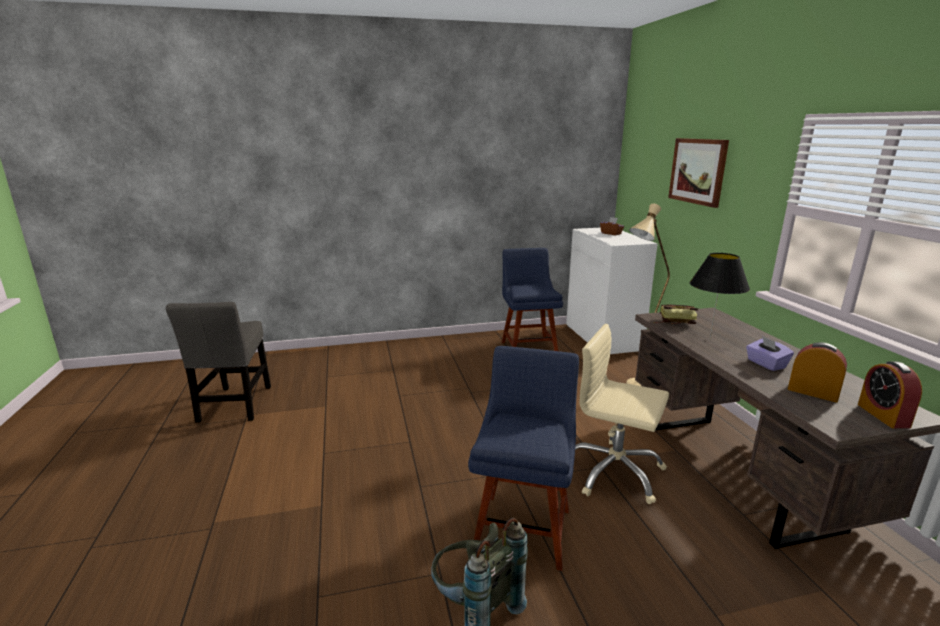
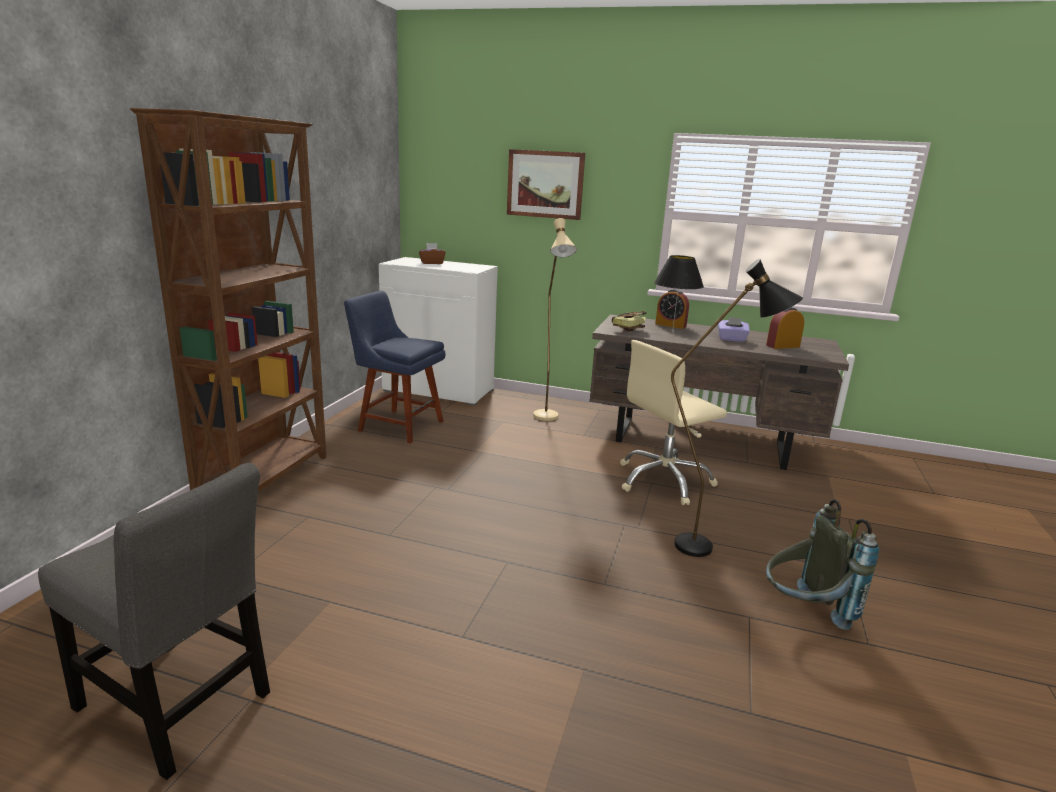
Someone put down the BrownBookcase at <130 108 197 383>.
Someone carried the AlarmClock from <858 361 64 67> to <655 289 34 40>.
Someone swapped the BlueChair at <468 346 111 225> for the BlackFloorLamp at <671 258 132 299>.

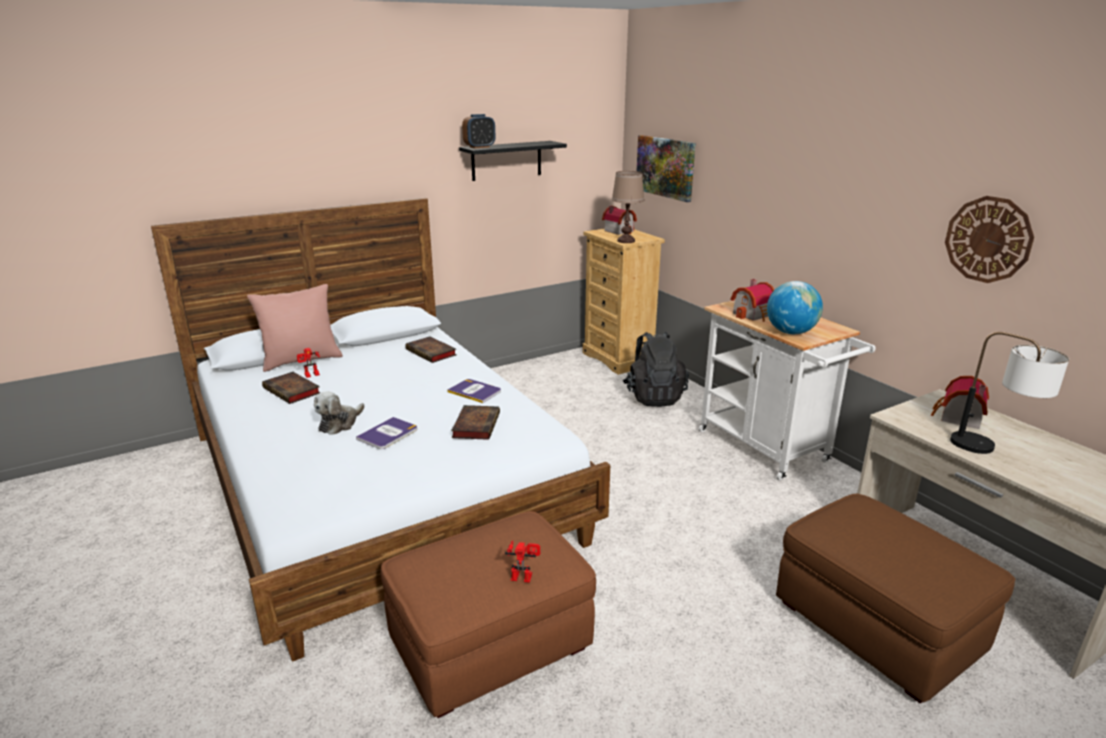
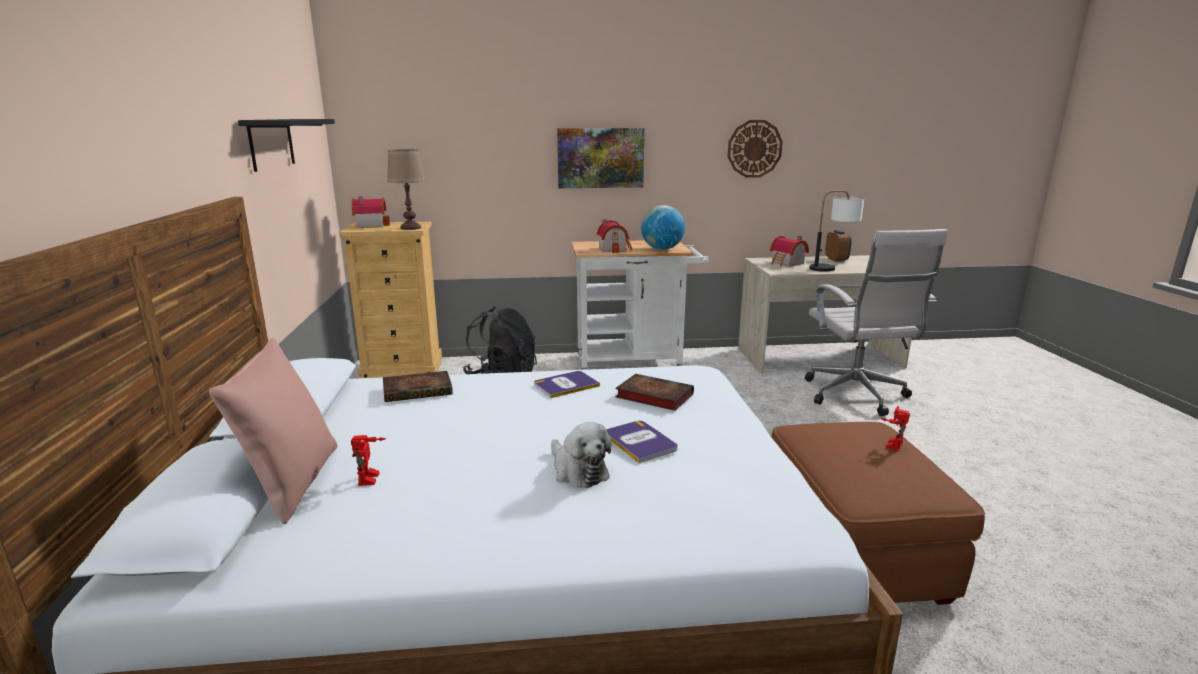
Someone carried the Picture from <637 135 59 67> to <557 128 88 60>.
Someone swapped the BrownOttoman at <776 494 239 209> for the WhiteOfficeChair at <805 229 143 187>.
Someone carried the AlarmClock from <462 114 33 34> to <825 230 27 32>.
Someone took away the Book at <262 372 58 32>.

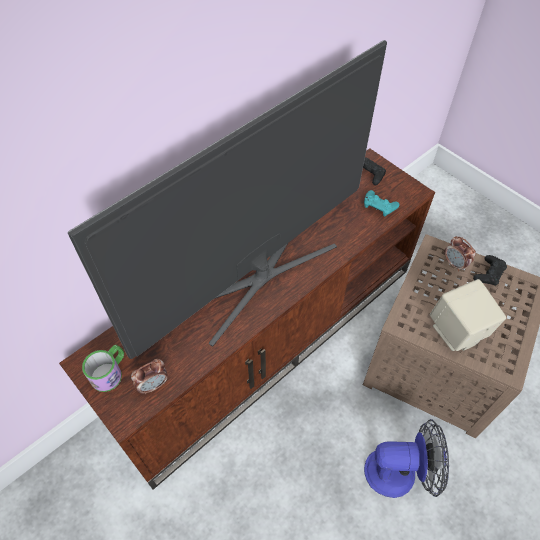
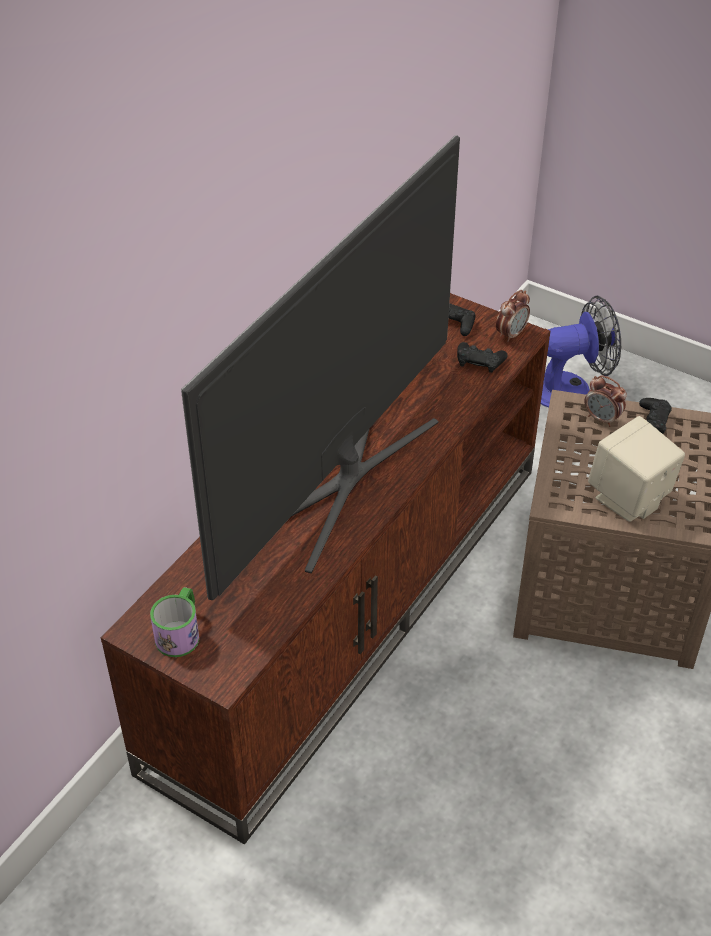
Someone repainted the TurquoiseGameController at <364 190 36 27>, which became the BlackGameController at <457 342 51 31>.
Someone carried the AlarmClock from <131 359 37 35> to <496 290 34 52>.
Someone carried the Fan from <364 419 85 79> to <541 296 80 111>.

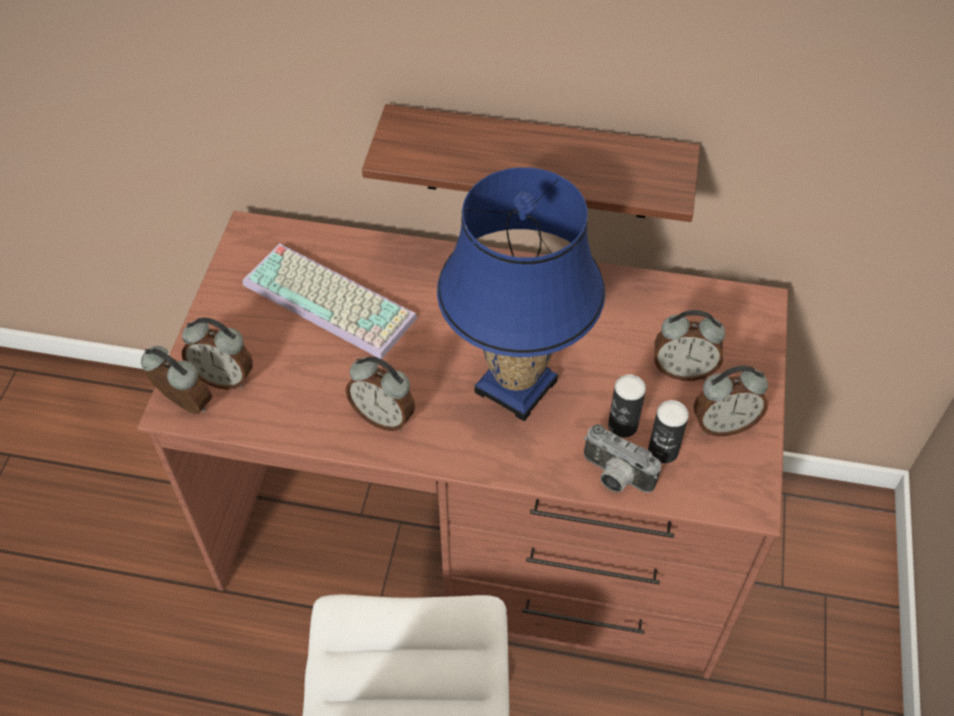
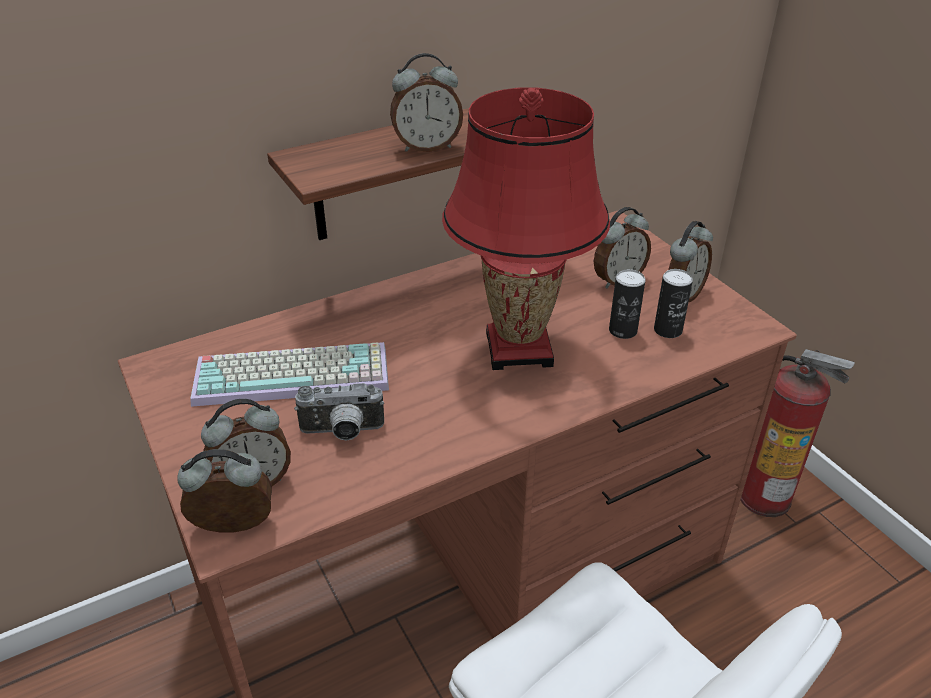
Someone carried the PhotoCamera from <584 424 77 69> to <294 383 90 58>.
Someone carried the AlarmClock from <345 356 70 75> to <390 53 73 99>.
Someone repainted the BlueTableLamp at <437 167 168 254>, which became the RedTableLamp at <442 88 168 282>.
Someone put down the FireExtinguisher at <740 349 115 168>.

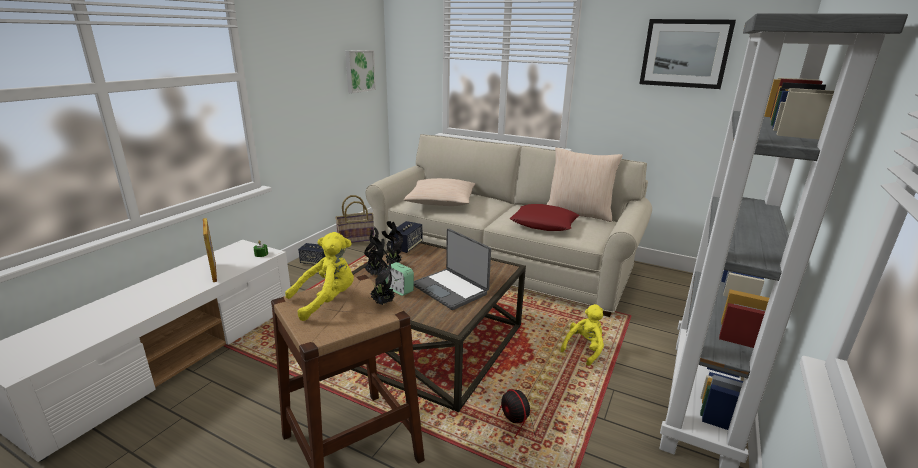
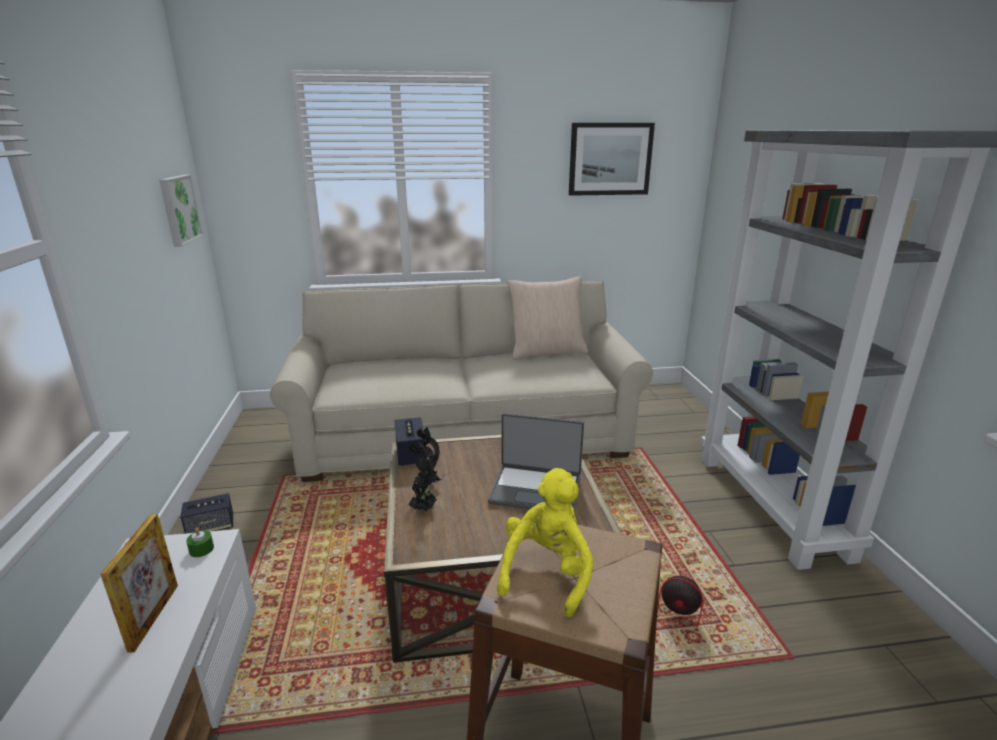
Someone rotated the PictureFrame at <203 218 14 64> by 60 degrees clockwise.
Someone took away the Basket at <335 195 39 48>.
Someone took away the PottedPlant at <368 237 26 68>.
Someone took away the AlarmClock at <385 262 29 34>.
Someone took away the BeigePillow at <404 178 71 28>.
Someone took away the RedPillow at <510 204 69 27>.
Someone took away the YellowPlushToy at <561 304 43 62>.

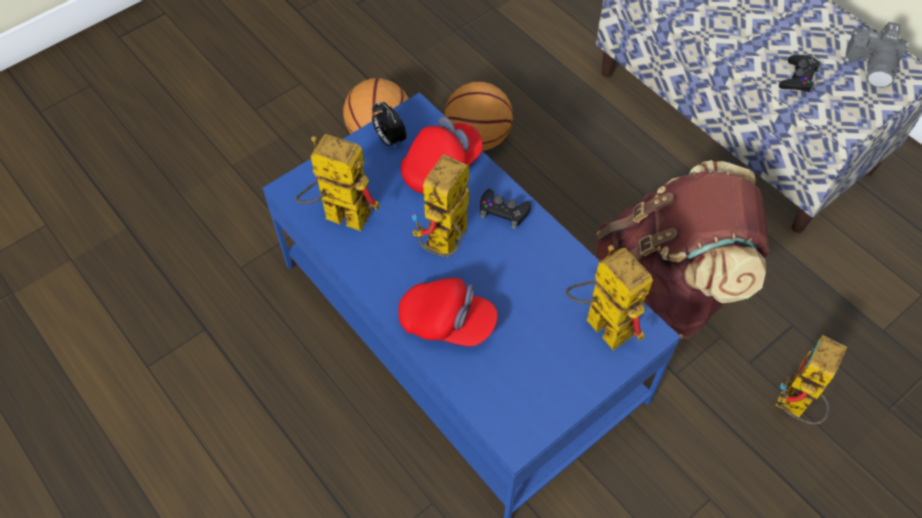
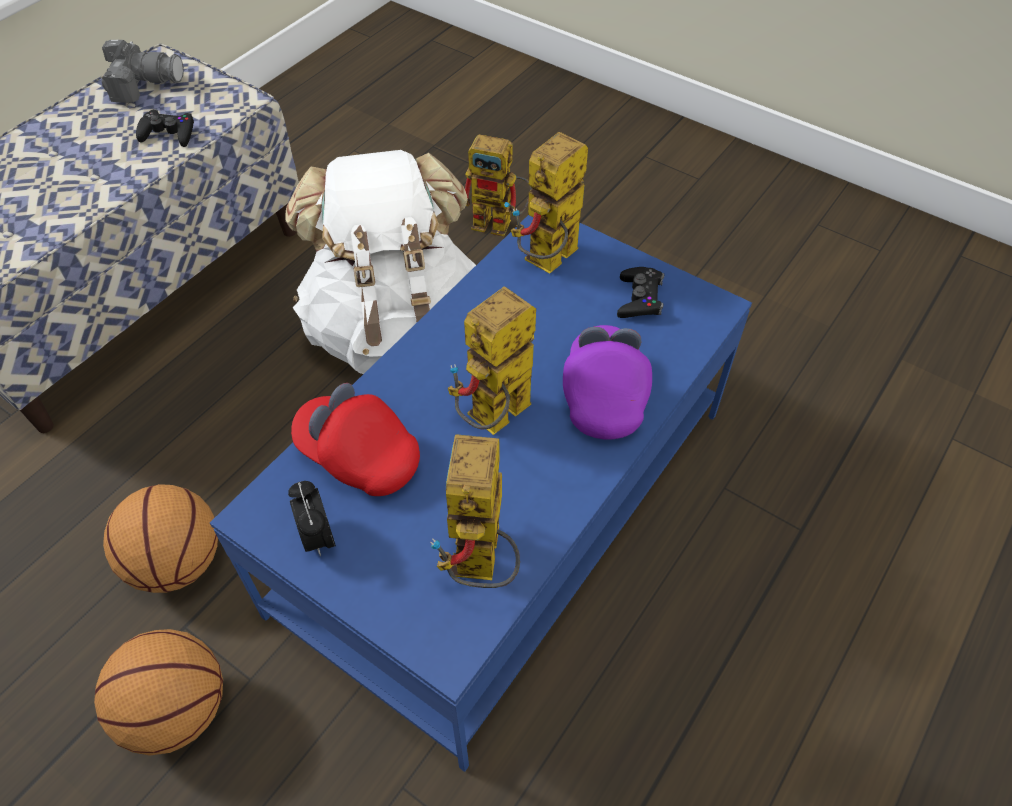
Someone repainted the BrownBackpack at <595 160 174 180>, which became the WhiteBackpack at <285 150 191 224>.
Someone rotated the AlarmClock at <372 102 35 46> by 120 degrees clockwise.
Someone rotated the ToyRobot at <412 154 57 103> by 120 degrees clockwise.
Someone repainted the RedCap at <398 278 100 68>, which became the PurpleCap at <563 325 89 115>.
Someone carried the BlackGameController from <480 189 51 40> to <617 267 47 51>.

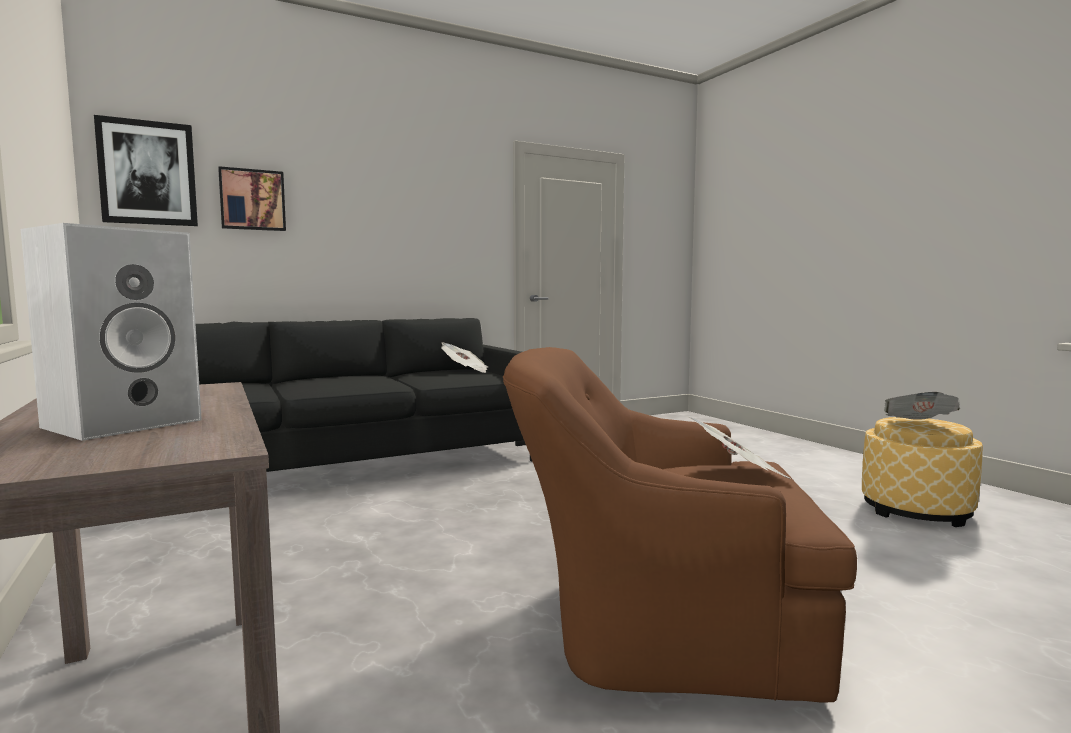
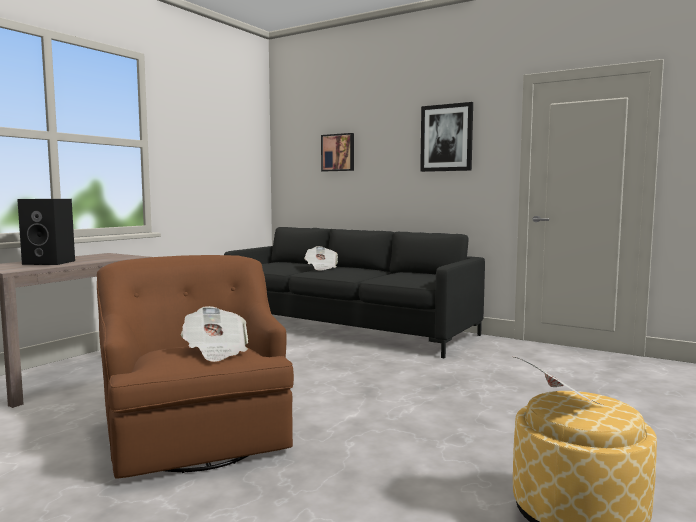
Someone repainted the WhiteSpeaker at <21 223 181 218>, which became the BlackSpeaker at <17 199 58 66>.
Someone carried the Newspaper from <441 342 47 31> to <304 246 34 25>.
Someone carried the Picture from <94 115 104 111> to <420 102 53 70>.

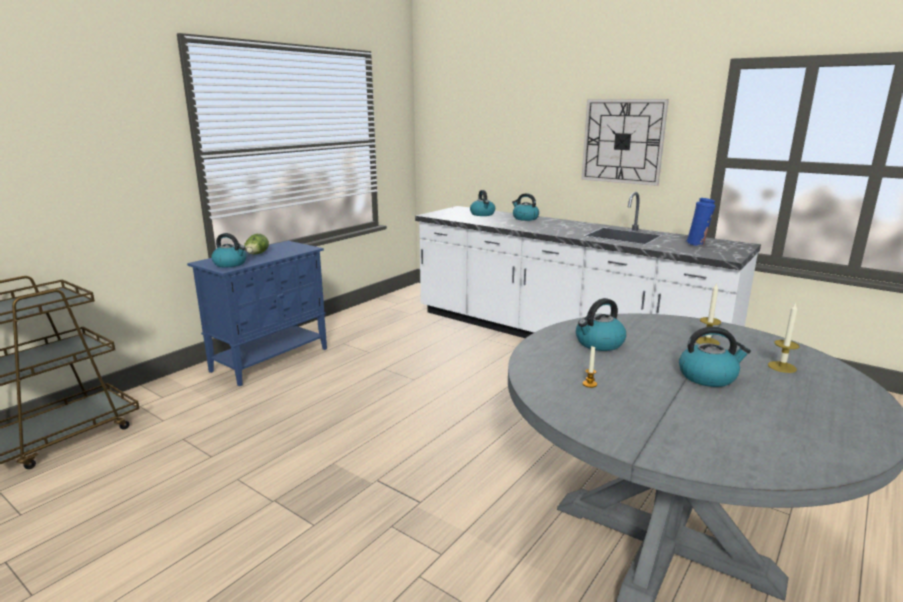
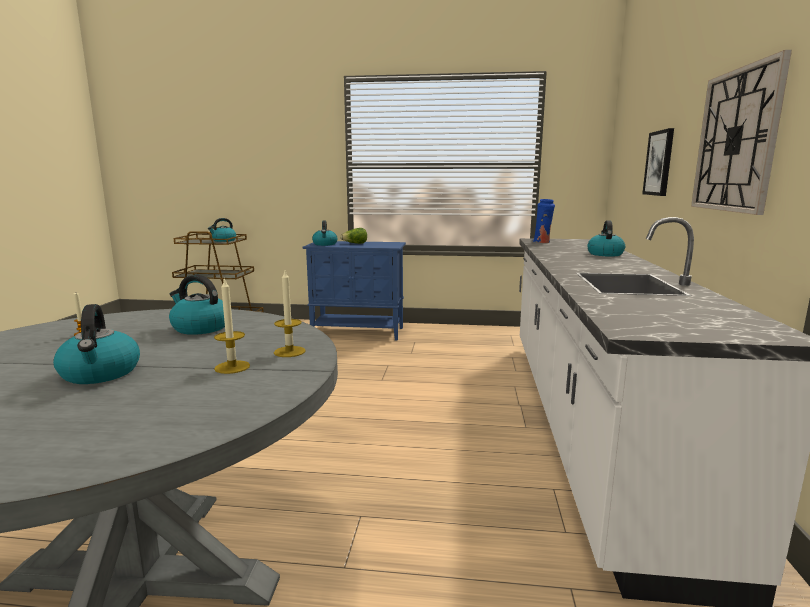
Someone carried the Kettle from <470 190 25 26> to <208 218 28 24>.
Someone carried the Candle from <768 302 31 71> to <274 271 32 86>.
Someone carried the BlueVase from <685 198 31 48> to <533 199 22 44>.
Someone put up the Picture at <642 128 32 68>.

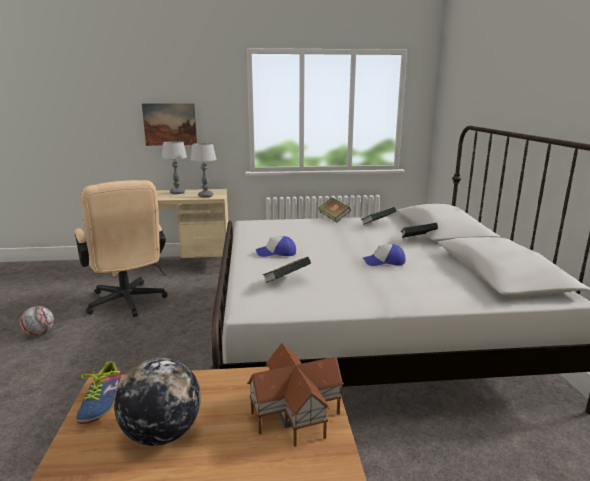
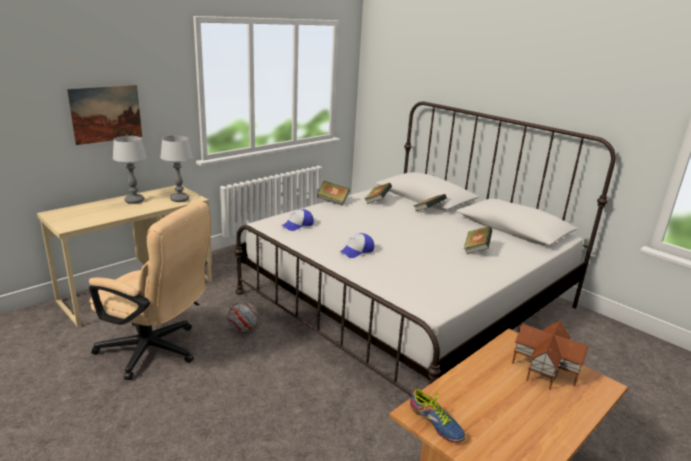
Someone carried the Football from <20 306 34 30> to <228 302 30 30>.
Someone carried the Cap from <363 244 43 22> to <281 209 33 22>.
Someone carried the Book from <263 257 48 26> to <464 226 28 28>.
Someone took away the Globe at <114 358 87 88>.

